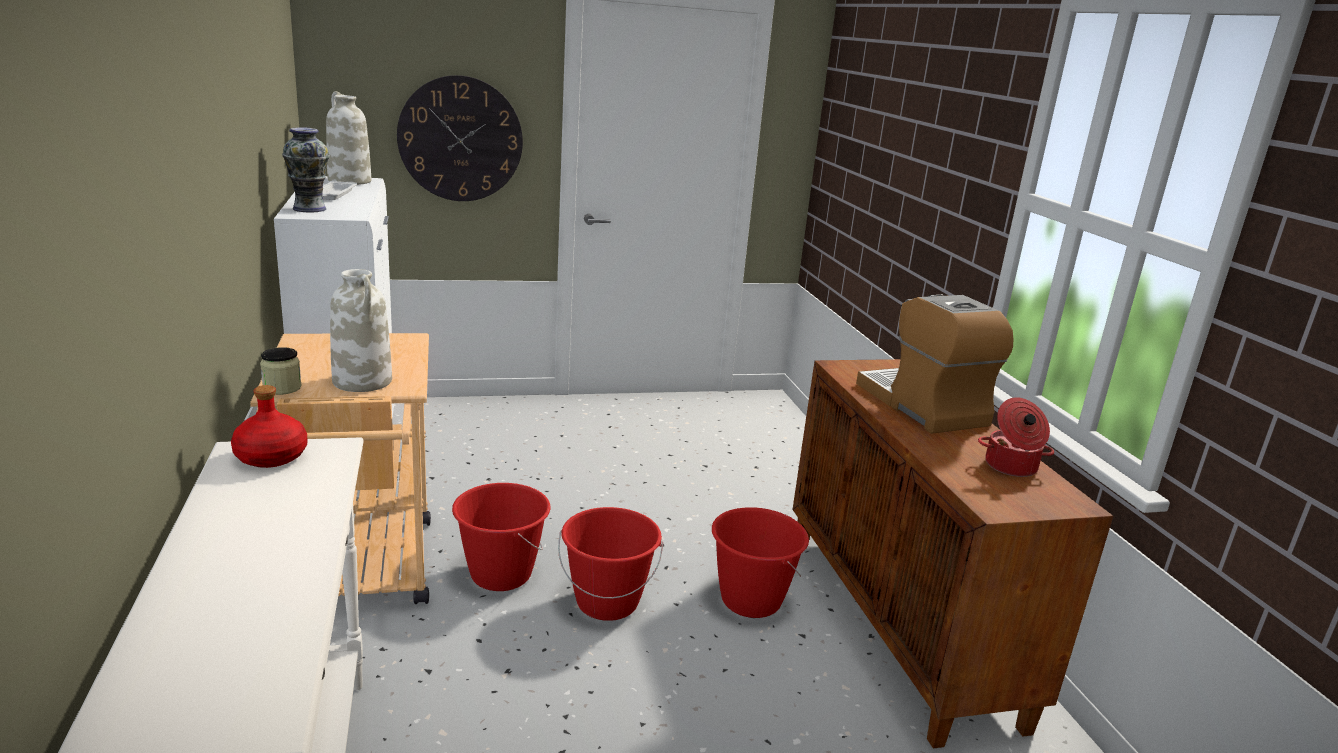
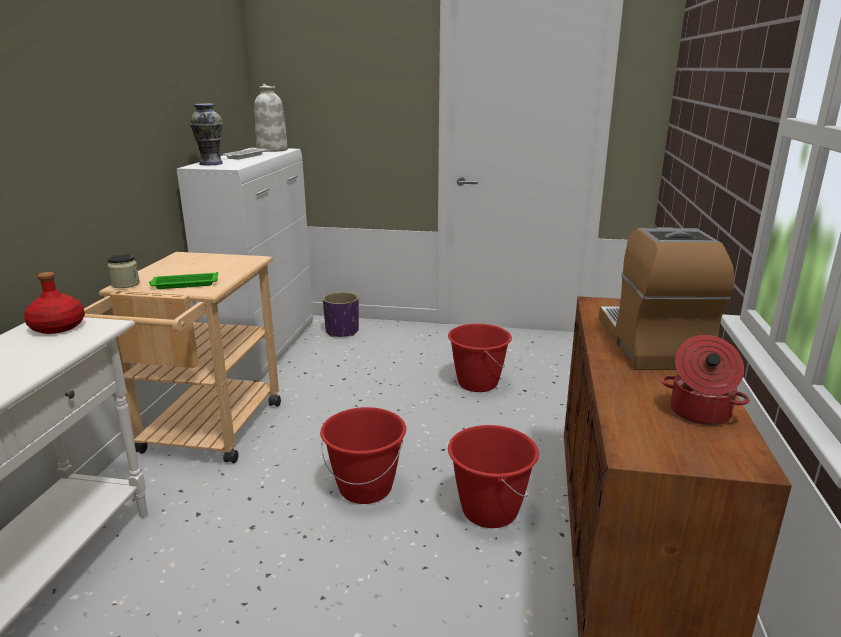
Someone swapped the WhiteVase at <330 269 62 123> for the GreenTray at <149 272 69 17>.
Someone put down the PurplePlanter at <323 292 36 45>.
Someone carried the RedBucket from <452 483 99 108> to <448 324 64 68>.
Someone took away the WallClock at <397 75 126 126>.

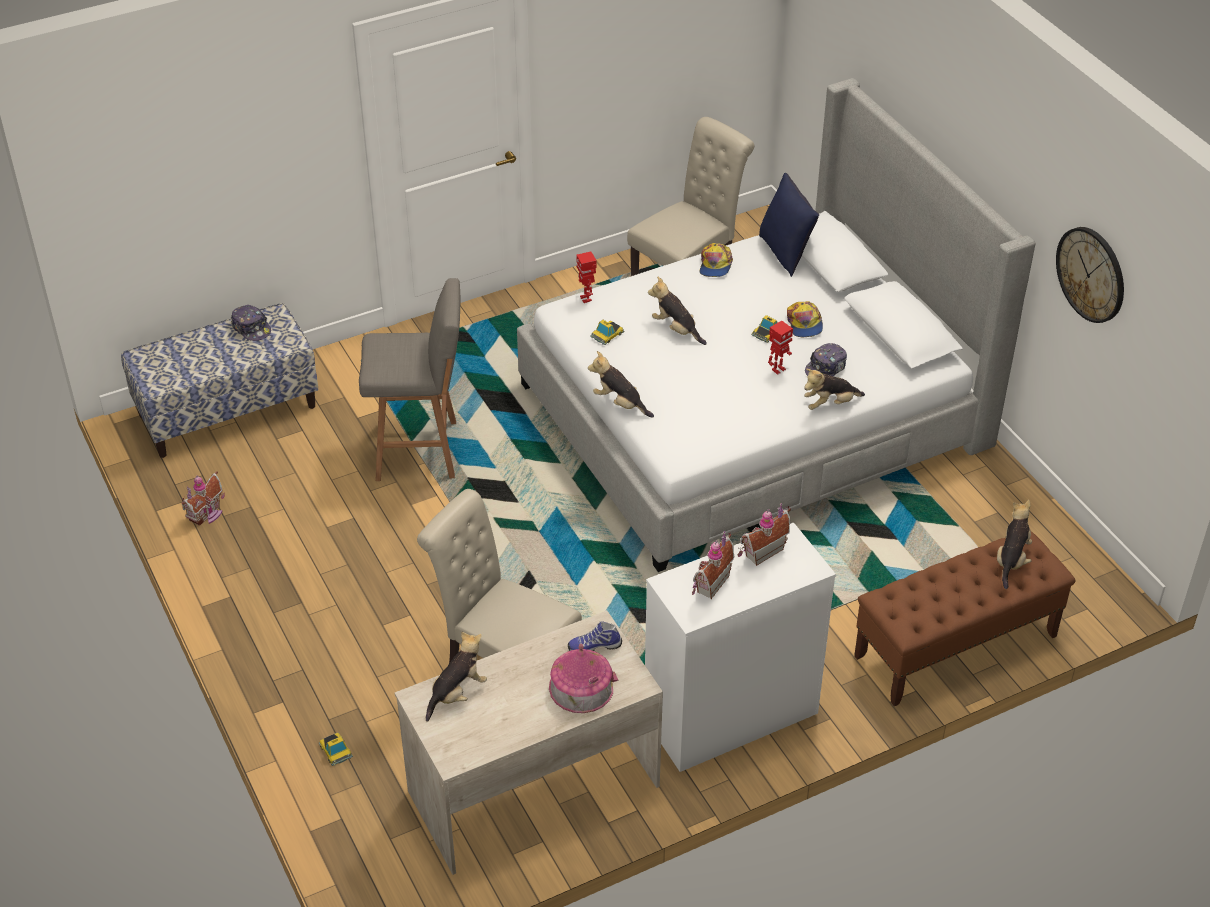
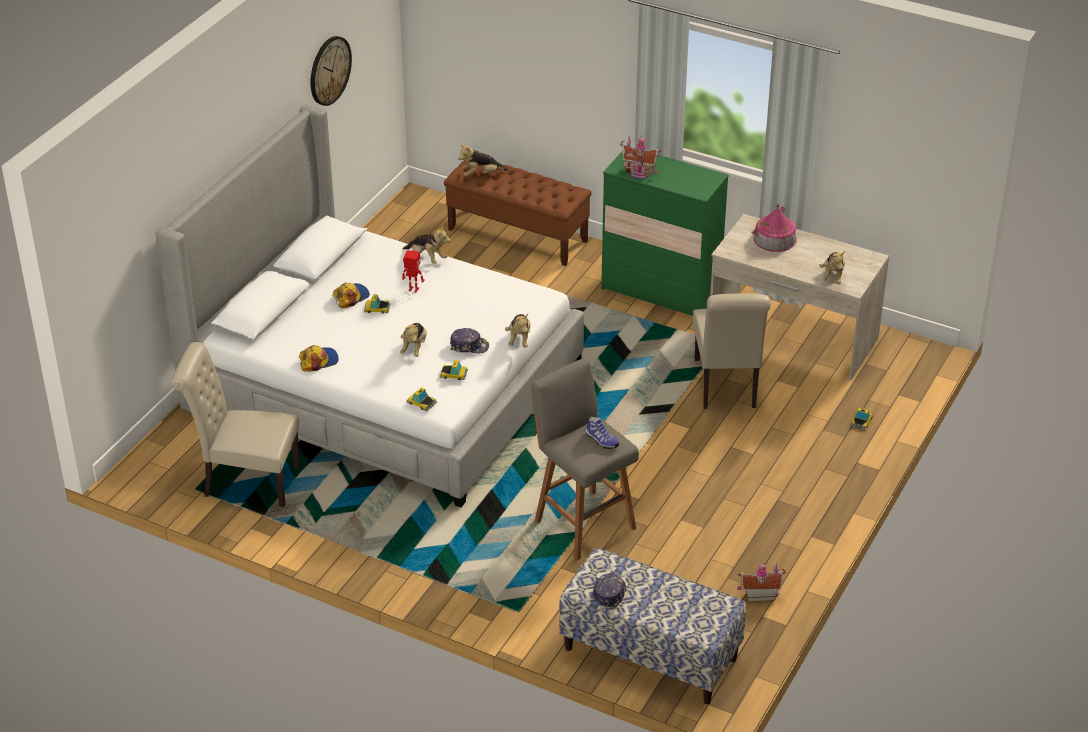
Someone swapped the ToyRobot at <576 252 21 51> for the ToyCar at <406 388 31 23>.
Someone carried the Cap from <805 343 42 33> to <450 328 39 26>.
Someone carried the Shoe from <568 621 54 30> to <585 417 34 32>.
Someone repainted the WhiteDresser at <645 522 191 250>, which became the GreenDresser at <601 148 128 168>.
Someone rotated the PlushToy at <426 631 61 91> by 90 degrees counterclockwise.
Someone took away the ToyHouse at <692 531 42 68>.
Someone took away the BluePillow at <759 173 60 104>.

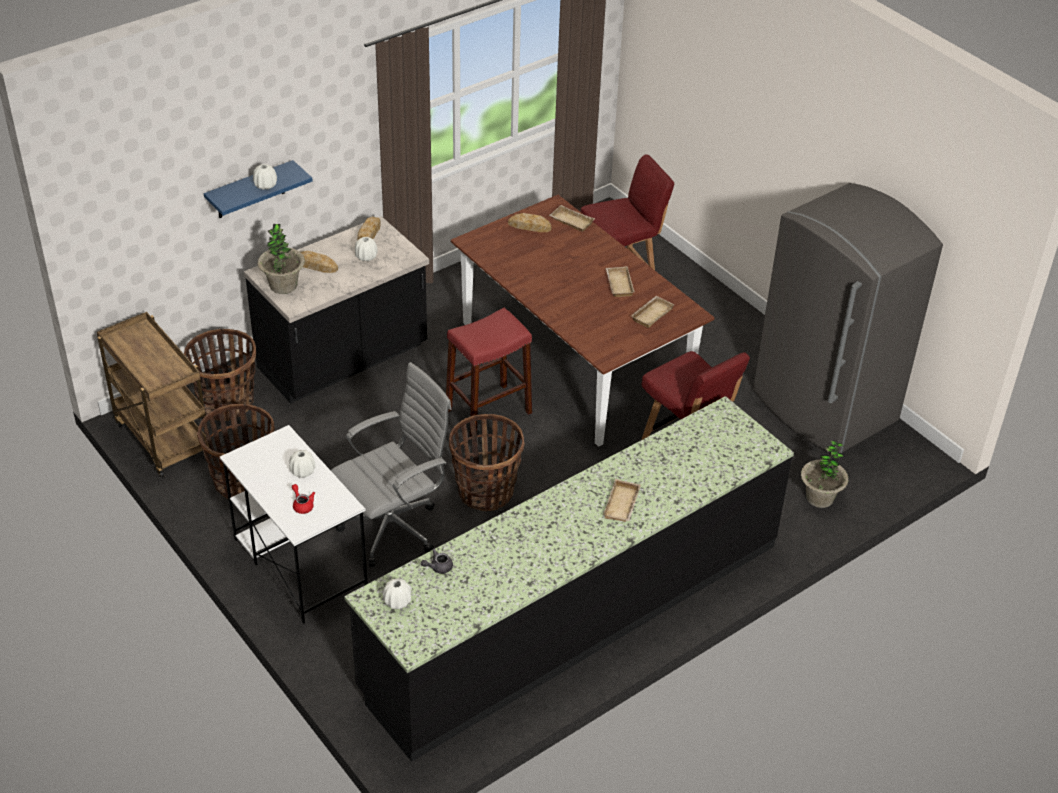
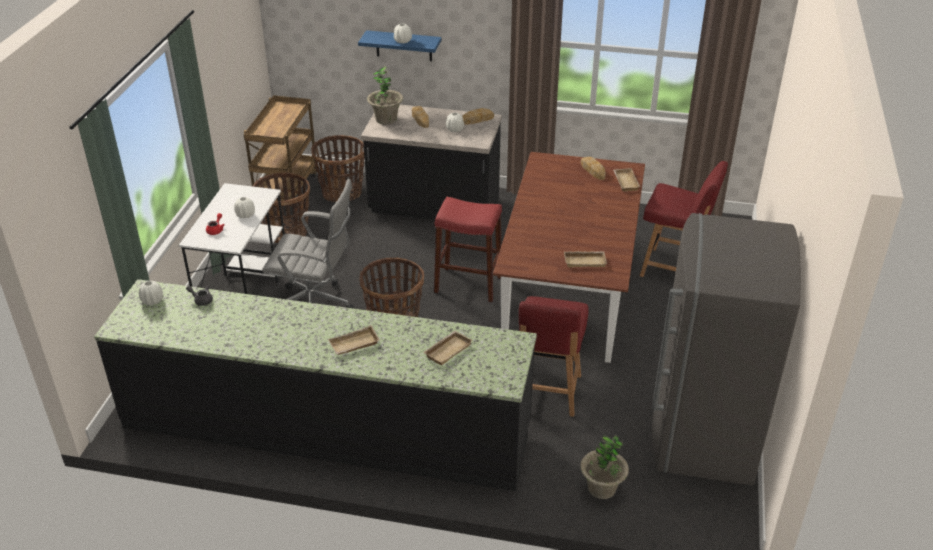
Someone carried the BeigeTray from <606 266 29 31> to <423 331 50 34>.

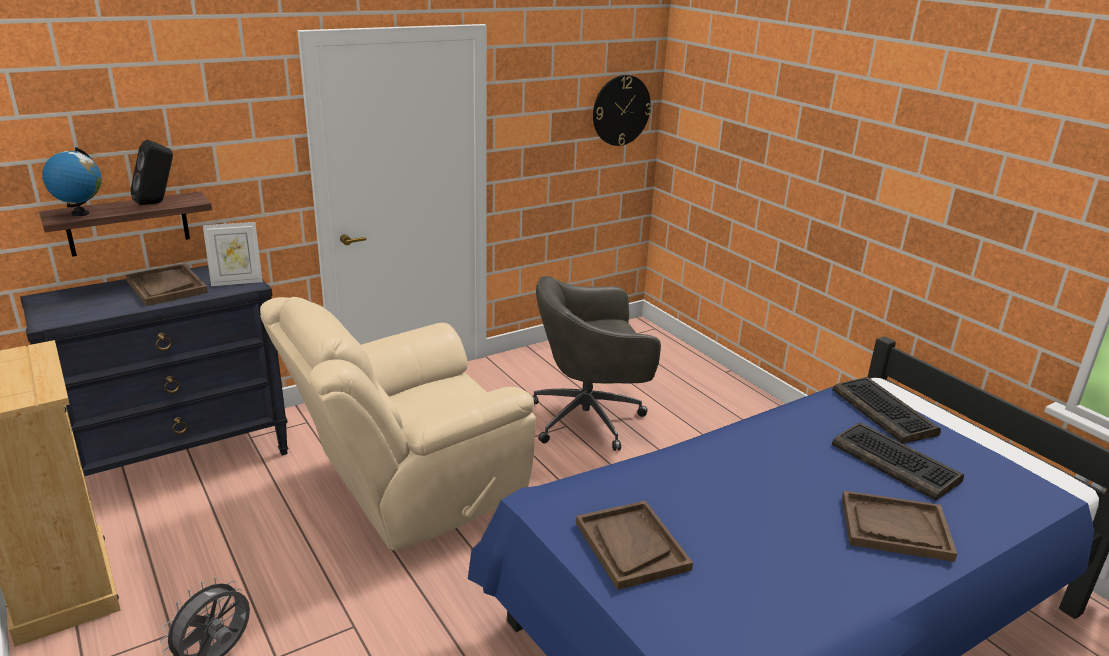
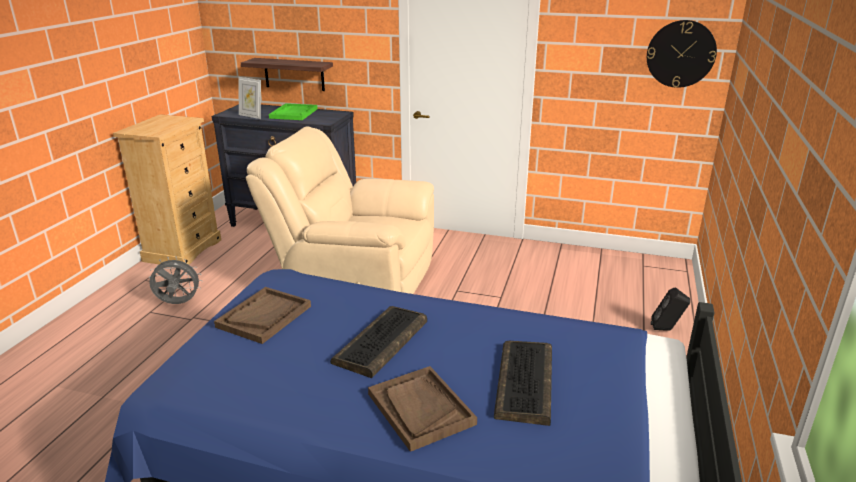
Someone carried the PictureFrame from <203 222 60 64> to <239 77 22 42>.
Someone repainted the BrownTray at <126 263 82 43>, which became the GreenTray at <269 103 49 17>.
Someone carried the Keyboard from <833 377 108 66> to <330 306 97 72>.
Someone carried the BlackSpeaker from <130 140 43 65> to <651 288 39 43>.
Someone took away the Globe at <42 147 60 69>.
Someone took away the GreyOfficeChair at <532 276 129 175>.

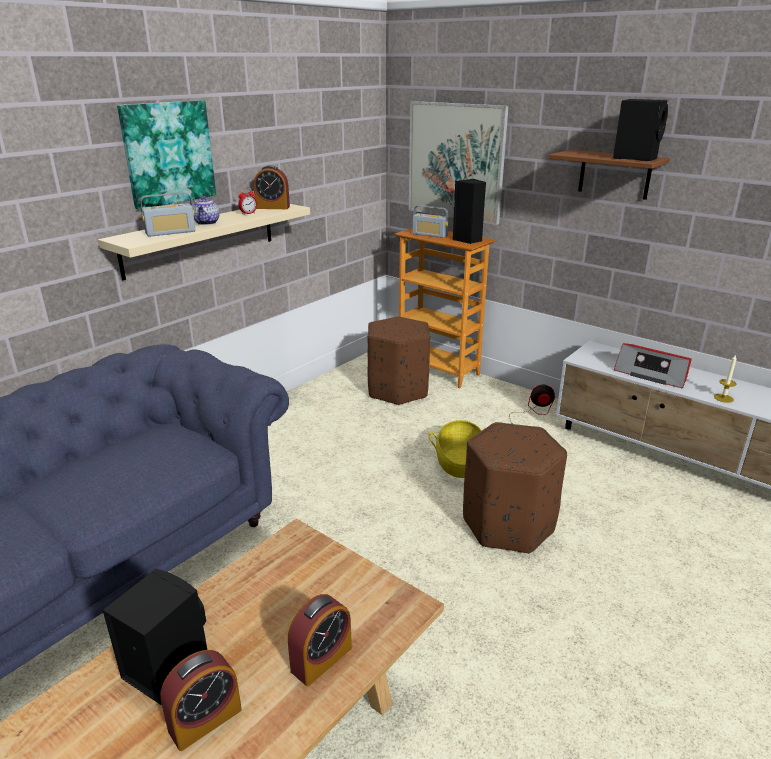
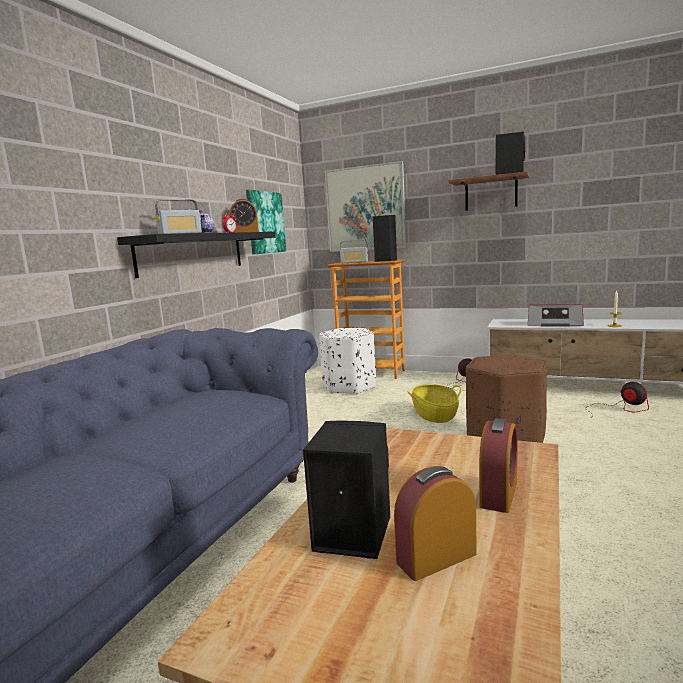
Someone repainted the BeigeShelf at <98 204 212 76>, which became the BlackShelf at <117 232 158 46>.
Someone carried the Picture from <117 100 99 110> to <246 189 40 65>.
Someone repainted the BrownOttoman at <368 317 62 88>, which became the WhiteOttoman at <319 328 57 66>.
Someone rotated the AlarmClock at <160 650 82 101> by 150 degrees counterclockwise.
Someone put down the Fan at <587 382 62 34>.

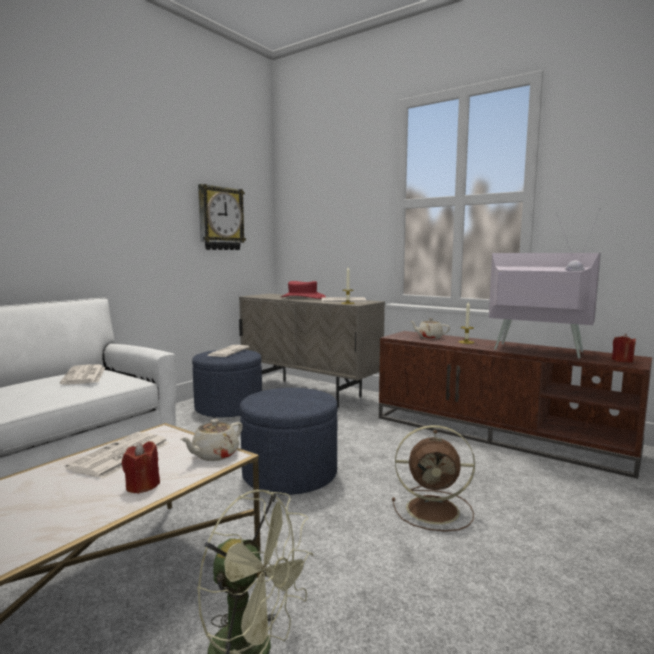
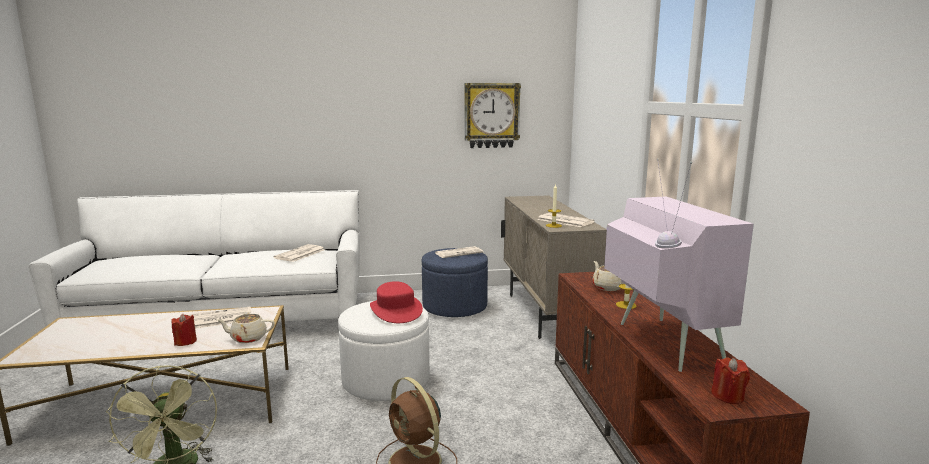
Someone repainted the BlueOttoman at <240 388 97 107>, which became the WhiteOttoman at <338 301 92 100>.
Someone carried the RedHat from <281 281 45 18> to <370 281 53 42>.

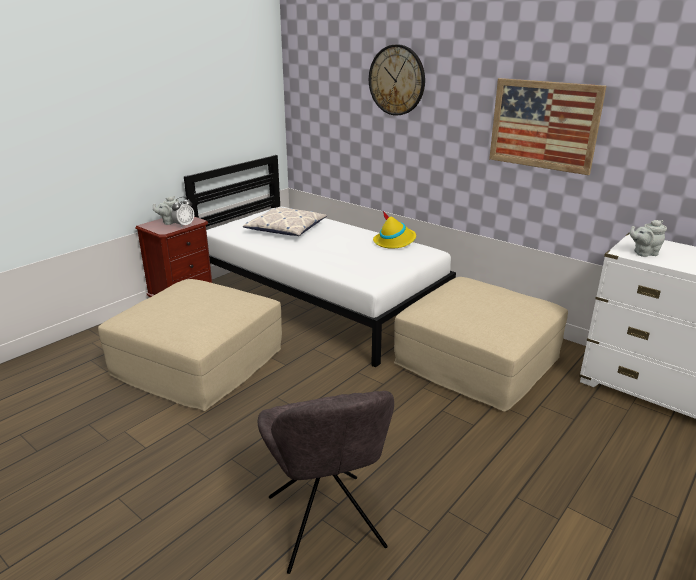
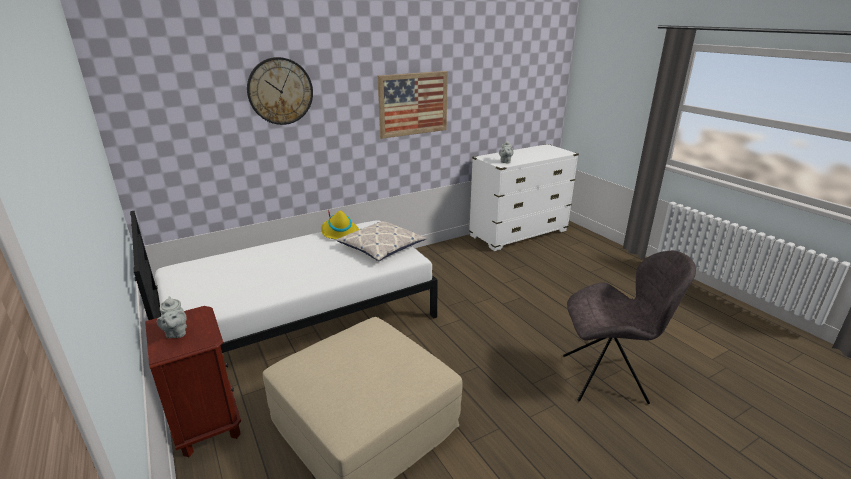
Someone carried the Pillow from <243 208 84 28> to <336 221 91 40>.
Someone took away the AlarmClock at <171 197 23 31>.
Someone took away the BeigeOttoman at <394 277 174 135>.

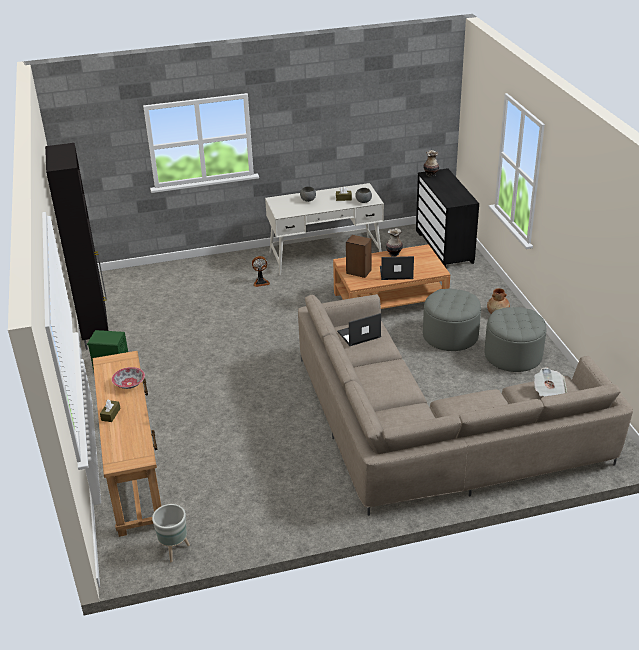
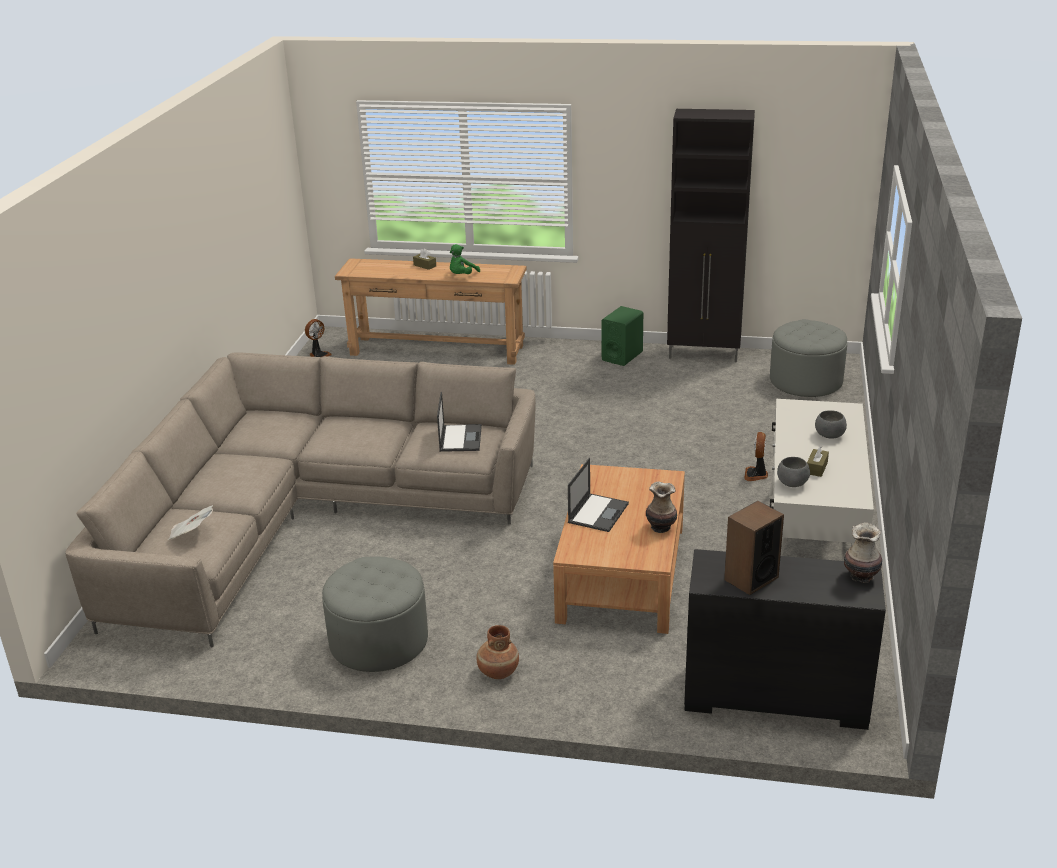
Someone swapped the GreyPlanter at <152 504 38 58> for the Fan at <305 319 27 38>.
Someone swapped the Bowl at <112 367 33 22> for the GreenPlushToy at <450 244 30 30>.
Someone carried the Speaker from <346 235 26 43> to <724 501 60 94>.
Someone carried the GreyOttoman from <423 289 58 62> to <770 319 77 78>.

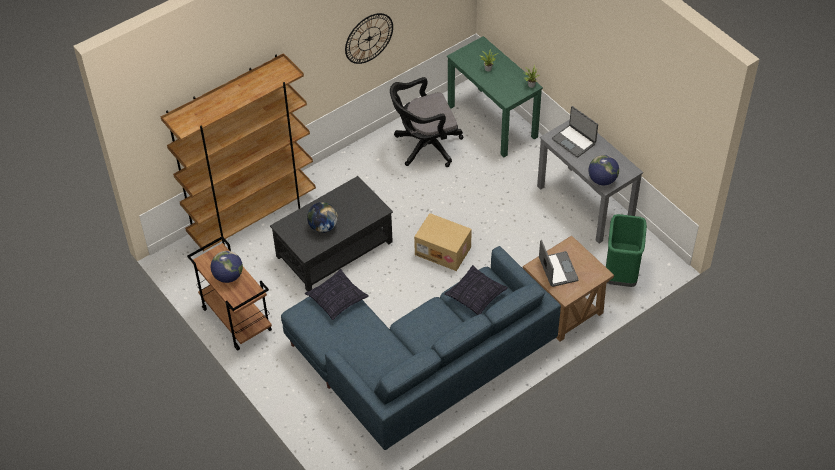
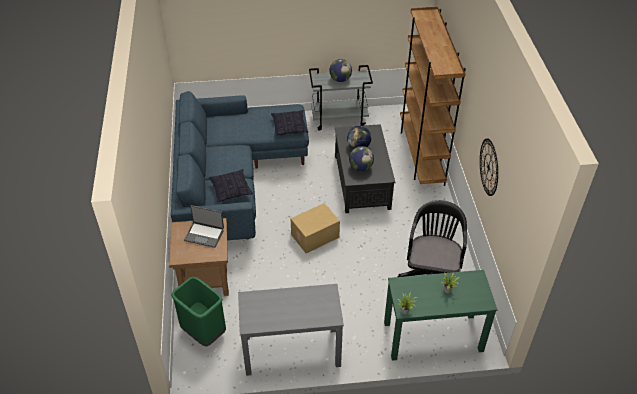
Someone repainted the BrownCart at <187 236 85 115>, which became the GreyCart at <309 65 64 66>.
Someone carried the Globe from <588 155 31 30> to <349 146 25 25>.
Someone took away the Laptop at <552 106 46 52>.

